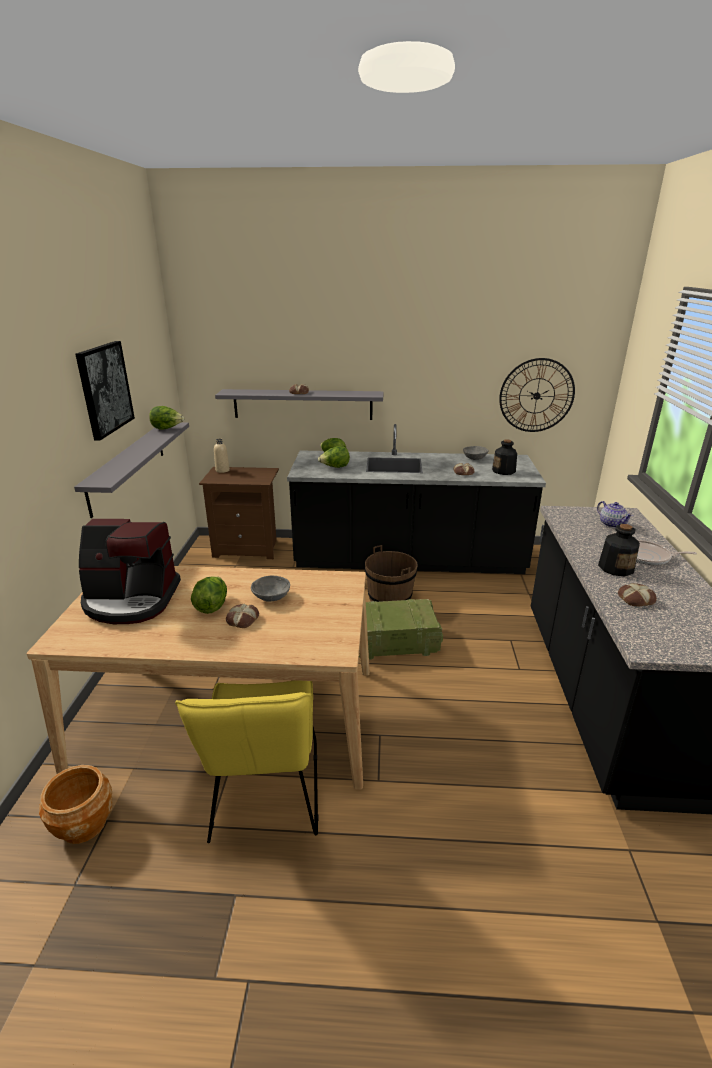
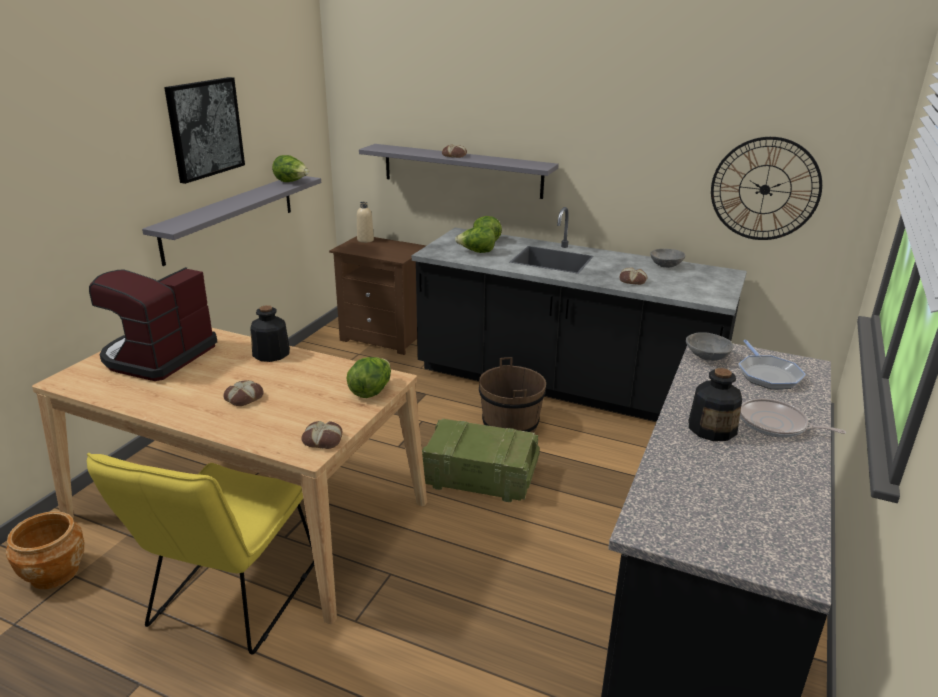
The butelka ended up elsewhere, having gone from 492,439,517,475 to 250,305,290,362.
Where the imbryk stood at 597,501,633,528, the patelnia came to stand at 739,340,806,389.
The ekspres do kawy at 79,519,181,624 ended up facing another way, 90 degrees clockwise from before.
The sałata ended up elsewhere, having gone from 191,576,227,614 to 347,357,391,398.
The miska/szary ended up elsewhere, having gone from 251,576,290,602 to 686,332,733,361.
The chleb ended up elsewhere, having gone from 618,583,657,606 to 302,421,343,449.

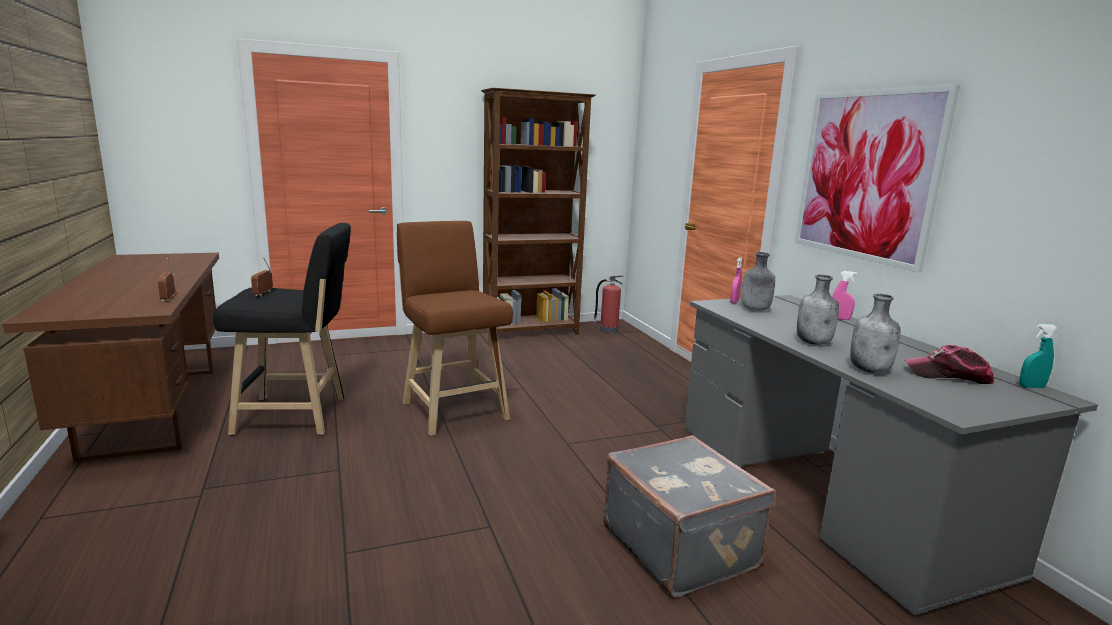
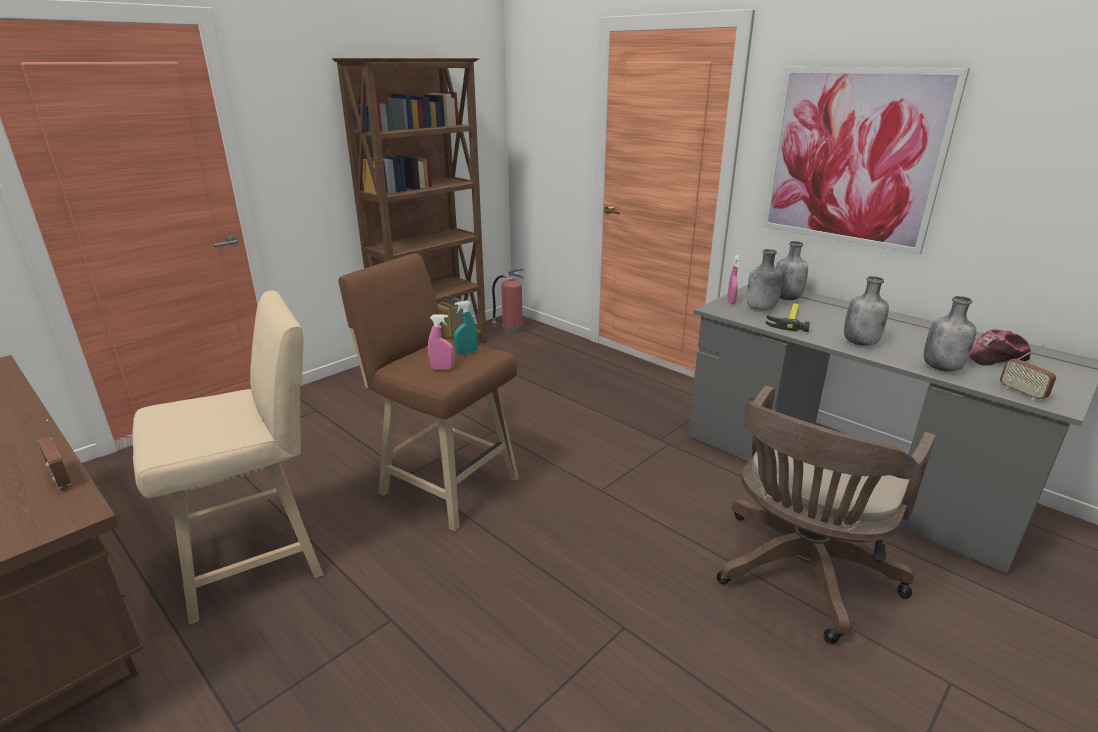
What was the stołek/czarny at 213,223,351,436 turned into the stołek/beżowy at 132,291,323,624.
The radio ended up elsewhere, having gone from 251,257,273,296 to 1000,344,1056,400.
The spryskiwacz/różowy ended up elsewhere, having gone from 832,271,857,320 to 428,314,454,370.
The spryskiwacz/turkusowy ended up elsewhere, having gone from 1019,324,1058,388 to 454,301,477,355.
Where the walizka/szary stood at 603,435,776,598, the krzesło biurowe/brązowy came to stand at 717,386,936,644.
The second view gained the butelka/szary at 776,241,808,300.
The second view gained the młotek at 766,303,810,332.

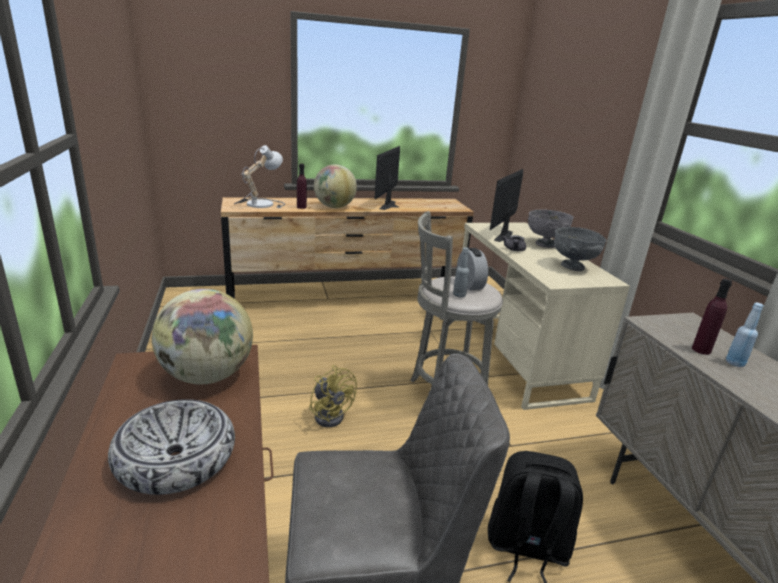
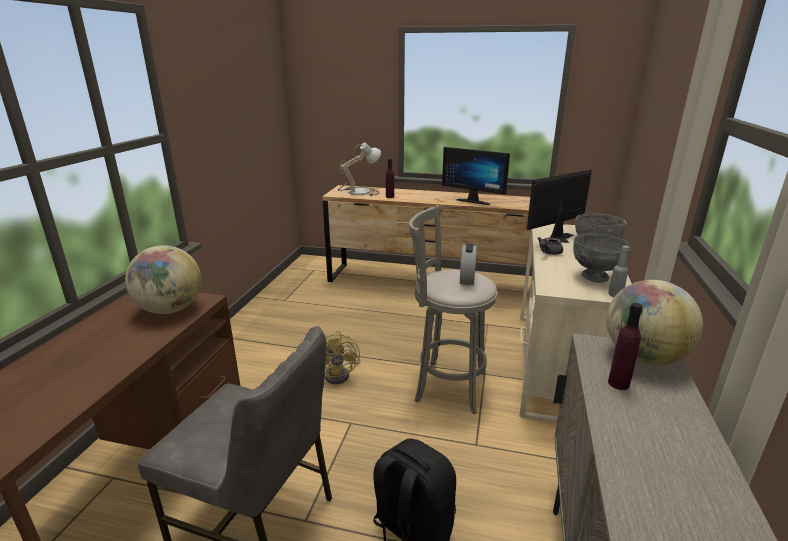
The monitor at 374,146,400,210 ended up facing another way, 105 degrees counterclockwise from before.
The globus ended up elsewhere, having gone from 314,164,357,208 to 606,280,703,365.
The butelka/szary ended up elsewhere, having gone from 453,247,469,298 to 608,246,629,297.
The second view lost the butelka/niebieski at 726,303,764,367.
The second view lost the miska at 108,399,235,495.

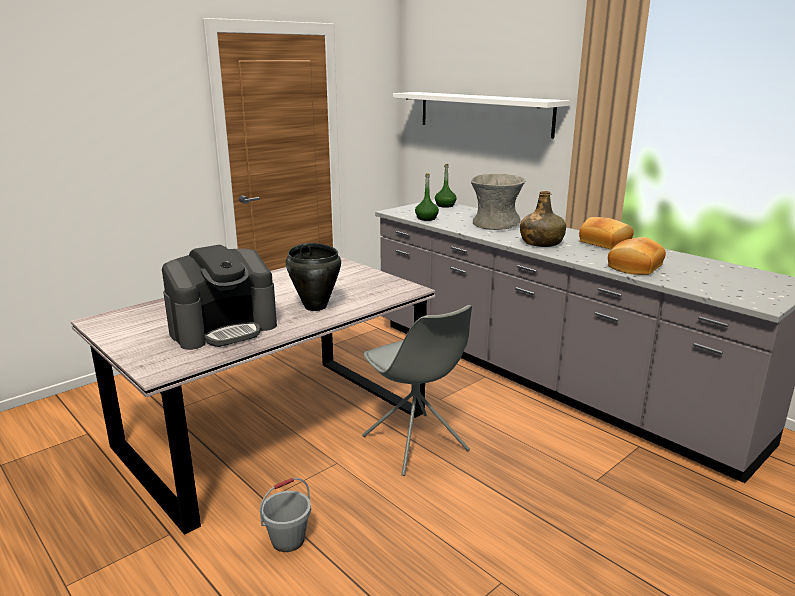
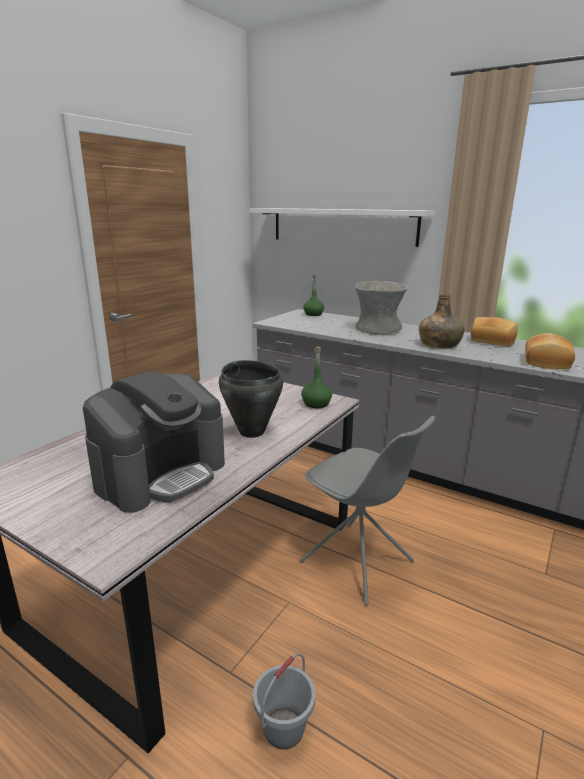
The butelka/zielony ended up elsewhere, having gone from 415,173,439,221 to 301,346,332,408.

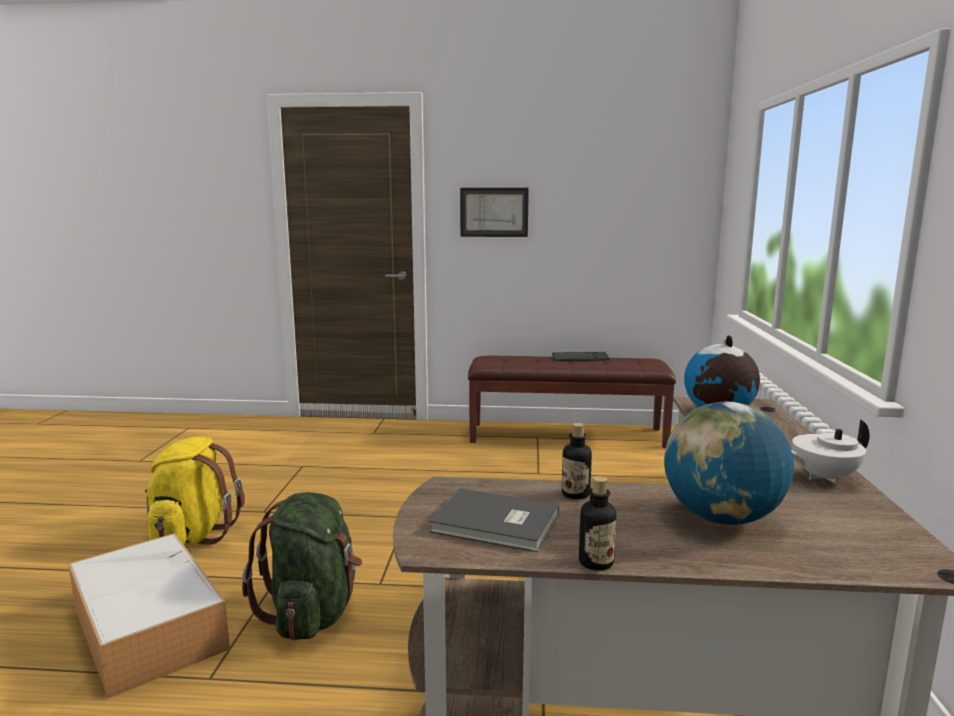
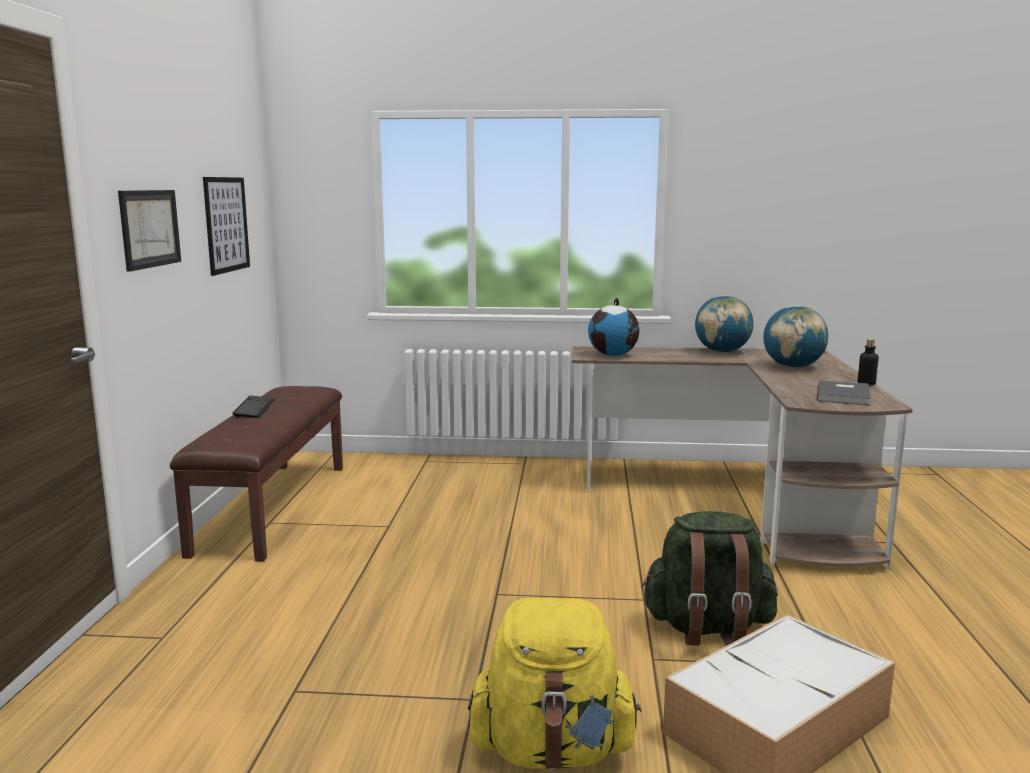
Where the imbryk/biały stood at 791,420,870,484, the globus came to stand at 695,295,753,352.
The second view lost the butelka at 562,423,592,499.
The second view gained the obraz at 203,177,250,276.

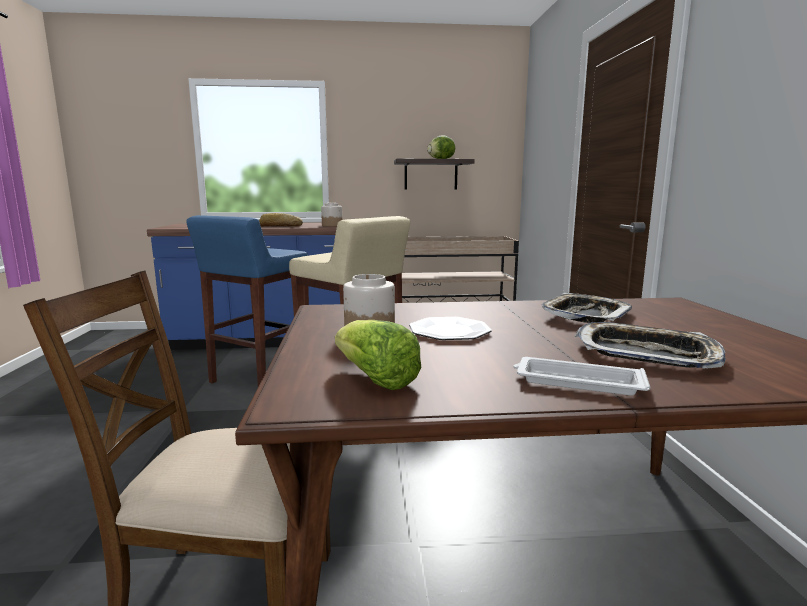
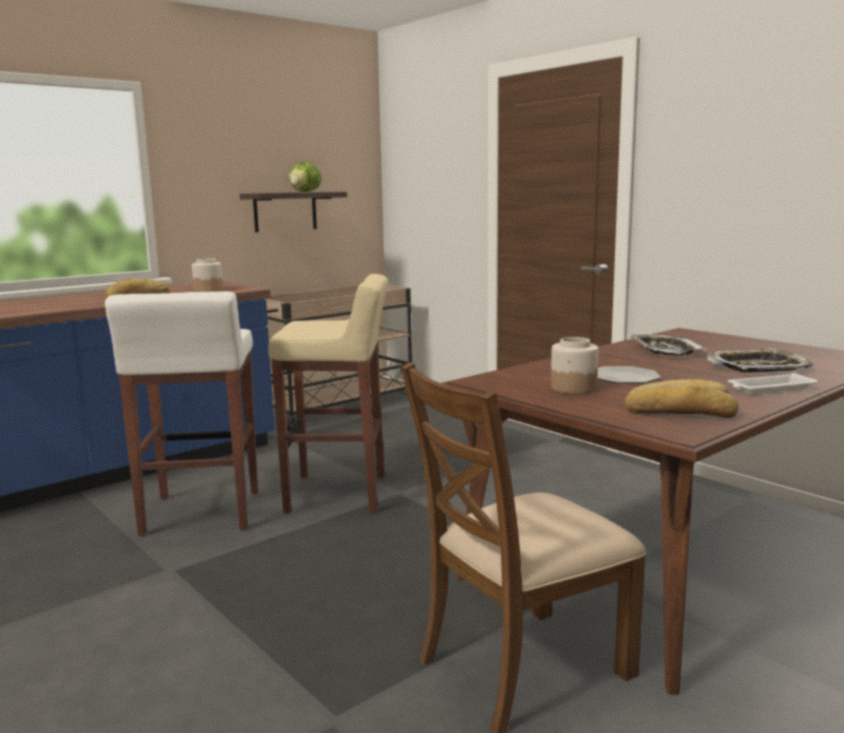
What was the stołek/niebieski at 186,215,309,387 turned into the stołek/biały at 105,291,258,535.
Where the sałata stood at 335,320,421,390, the chleb came to stand at 625,379,739,418.

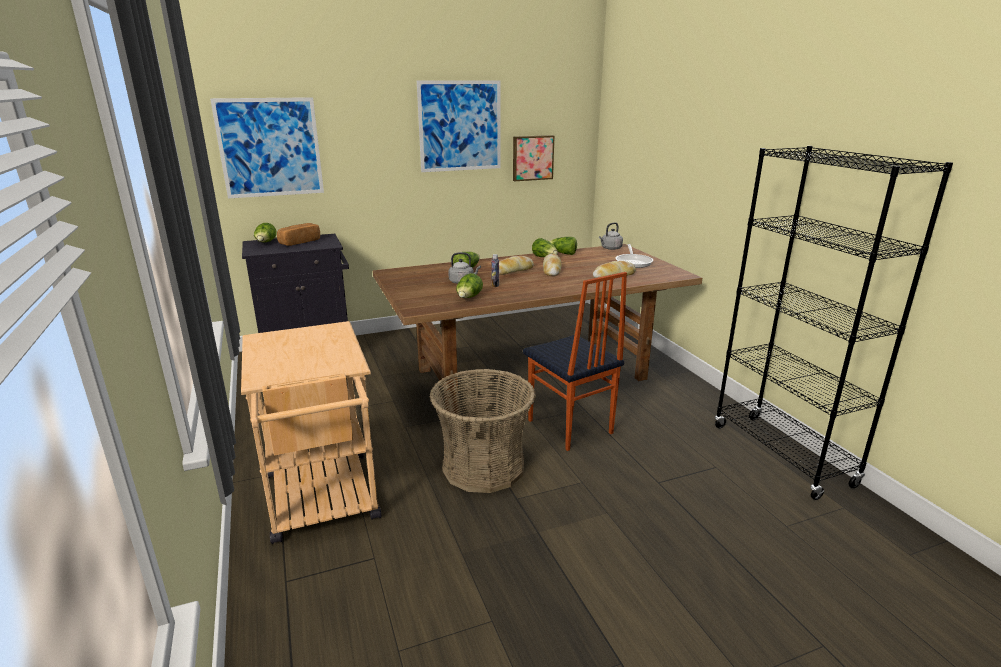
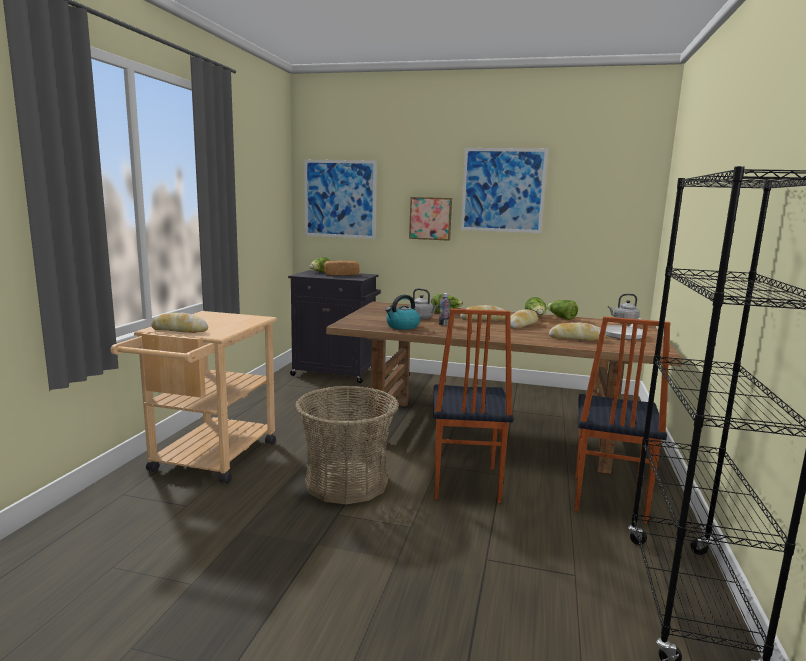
The obraz ended up elsewhere, having gone from 513,135,555,181 to 409,197,452,241.
Where the sałata stood at 456,273,483,298, the czajnik came to stand at 385,295,420,330.
The second view gained the chleb at 151,312,208,333.
The second view gained the krzesło at 575,316,670,524.

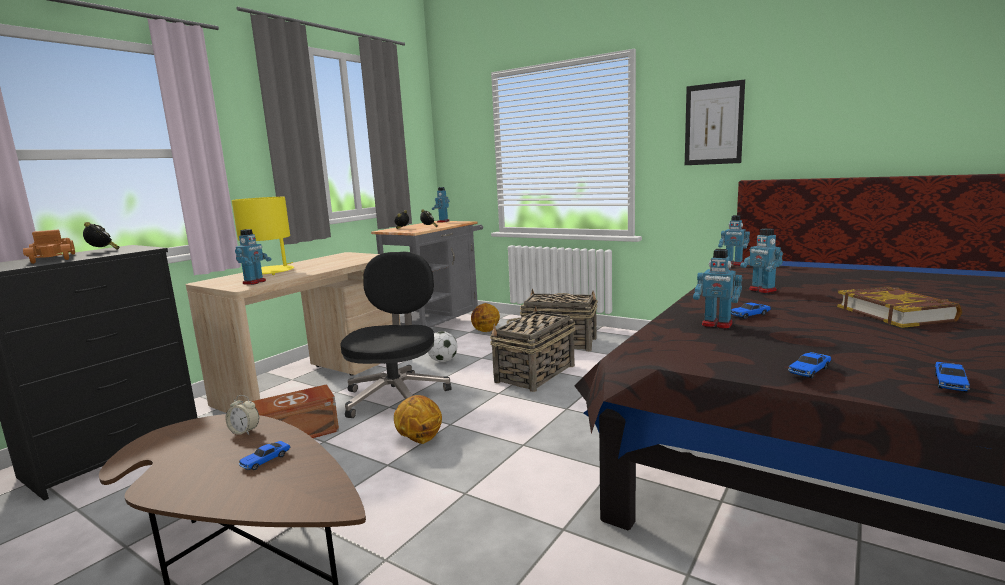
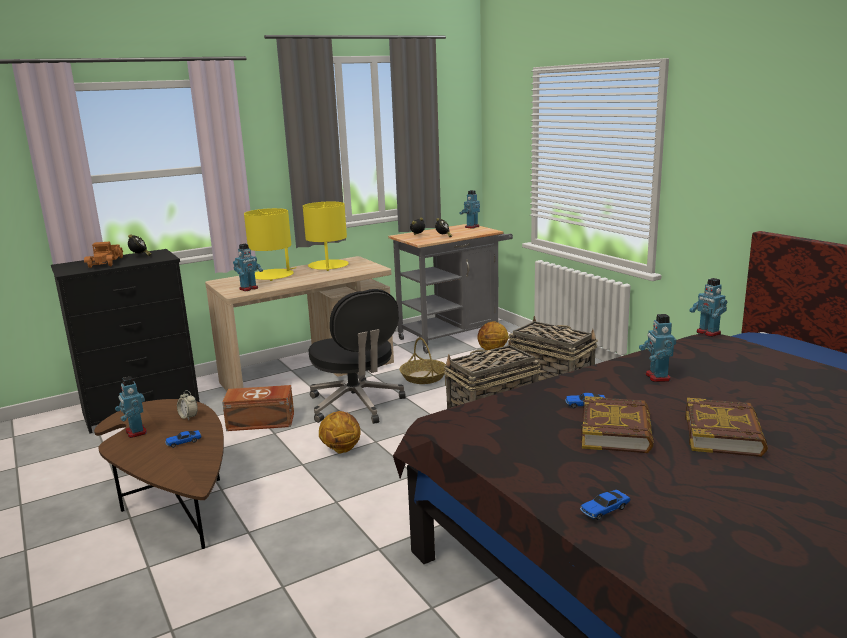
The second view lost the obraz at 685,79,745,165.
The robot zabawkowy ended up elsewhere, having gone from 693,249,742,329 to 115,376,147,438.
The krzesło biurowe/czarny at 340,251,452,418 ended up facing another way, 120 degrees clockwise from before.
Where the piłka futbolowa stood at 428,331,457,362, the koszyk came to stand at 399,337,446,384.
The second view lost the samochodzik at 788,352,831,379.
The second view gained the lampa stołowa/żółty at 303,201,349,271.
The second view gained the książka at 581,396,654,453.

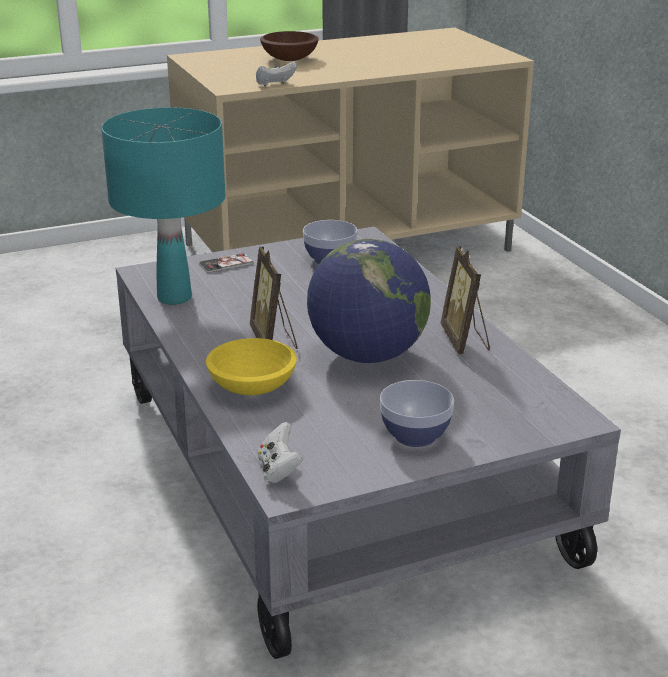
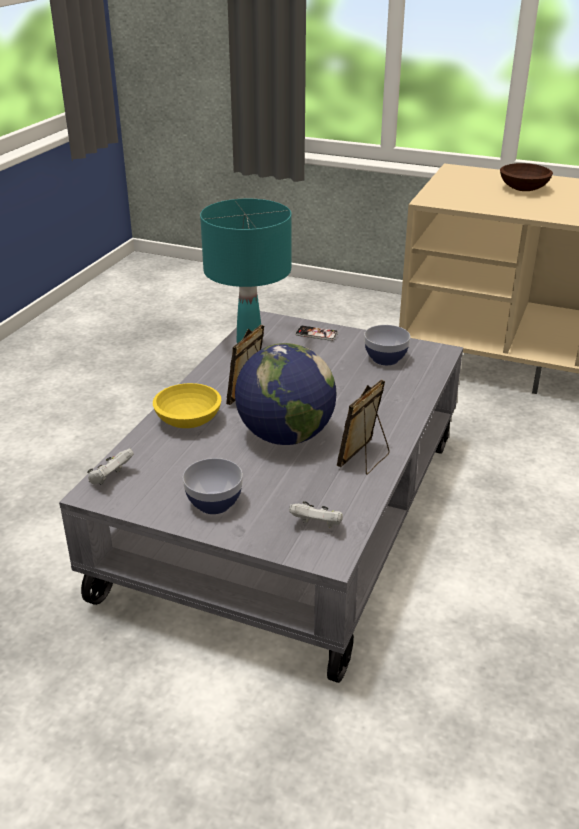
The pad do gier/biały ended up elsewhere, having gone from 256,62,297,86 to 289,501,343,528.

